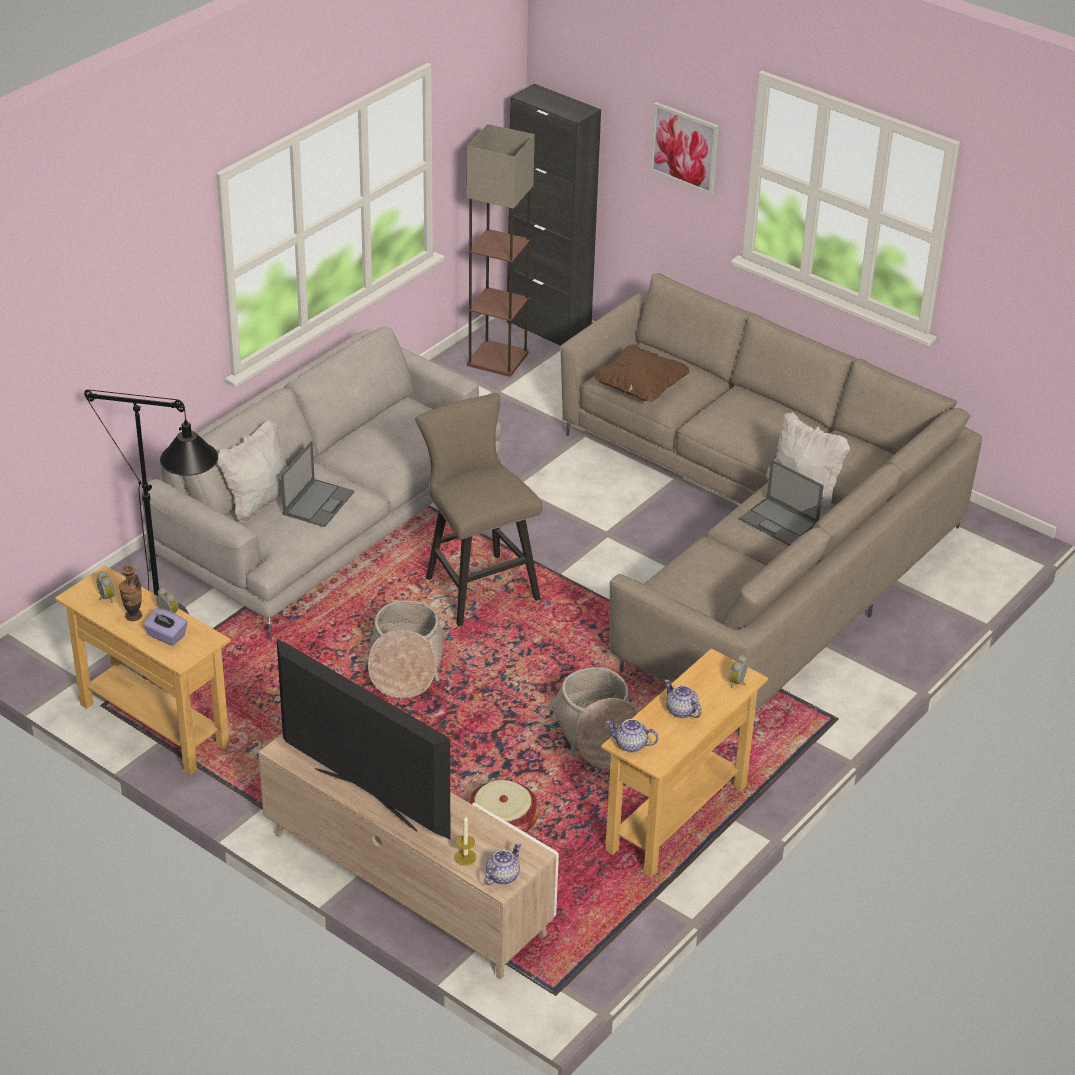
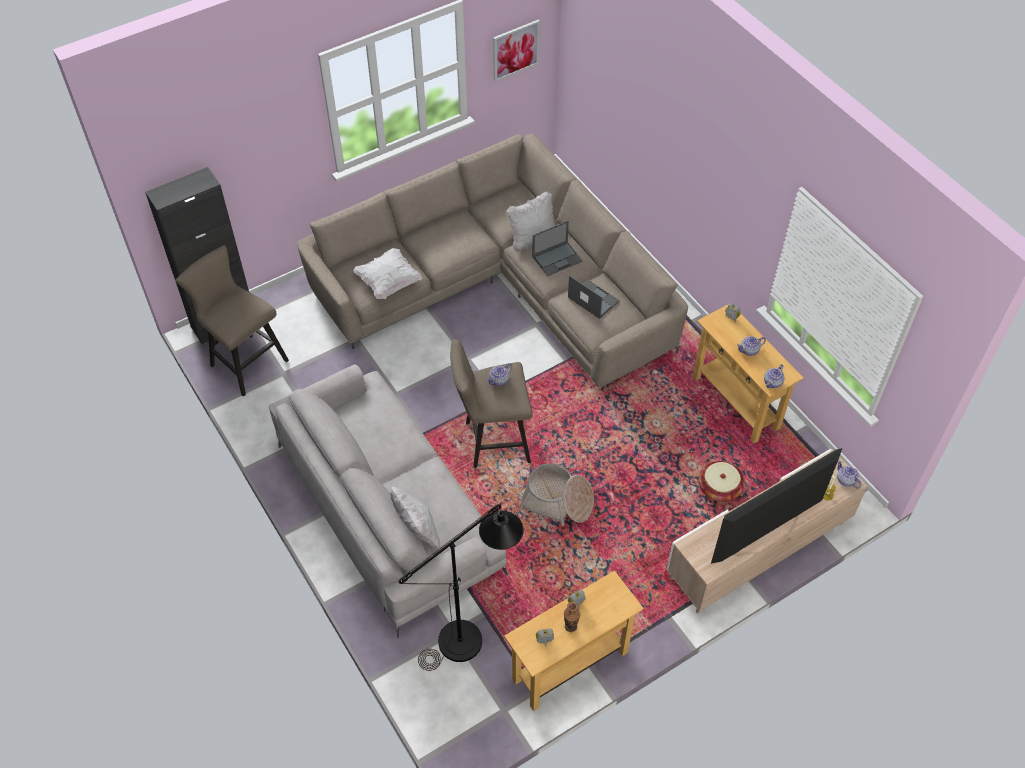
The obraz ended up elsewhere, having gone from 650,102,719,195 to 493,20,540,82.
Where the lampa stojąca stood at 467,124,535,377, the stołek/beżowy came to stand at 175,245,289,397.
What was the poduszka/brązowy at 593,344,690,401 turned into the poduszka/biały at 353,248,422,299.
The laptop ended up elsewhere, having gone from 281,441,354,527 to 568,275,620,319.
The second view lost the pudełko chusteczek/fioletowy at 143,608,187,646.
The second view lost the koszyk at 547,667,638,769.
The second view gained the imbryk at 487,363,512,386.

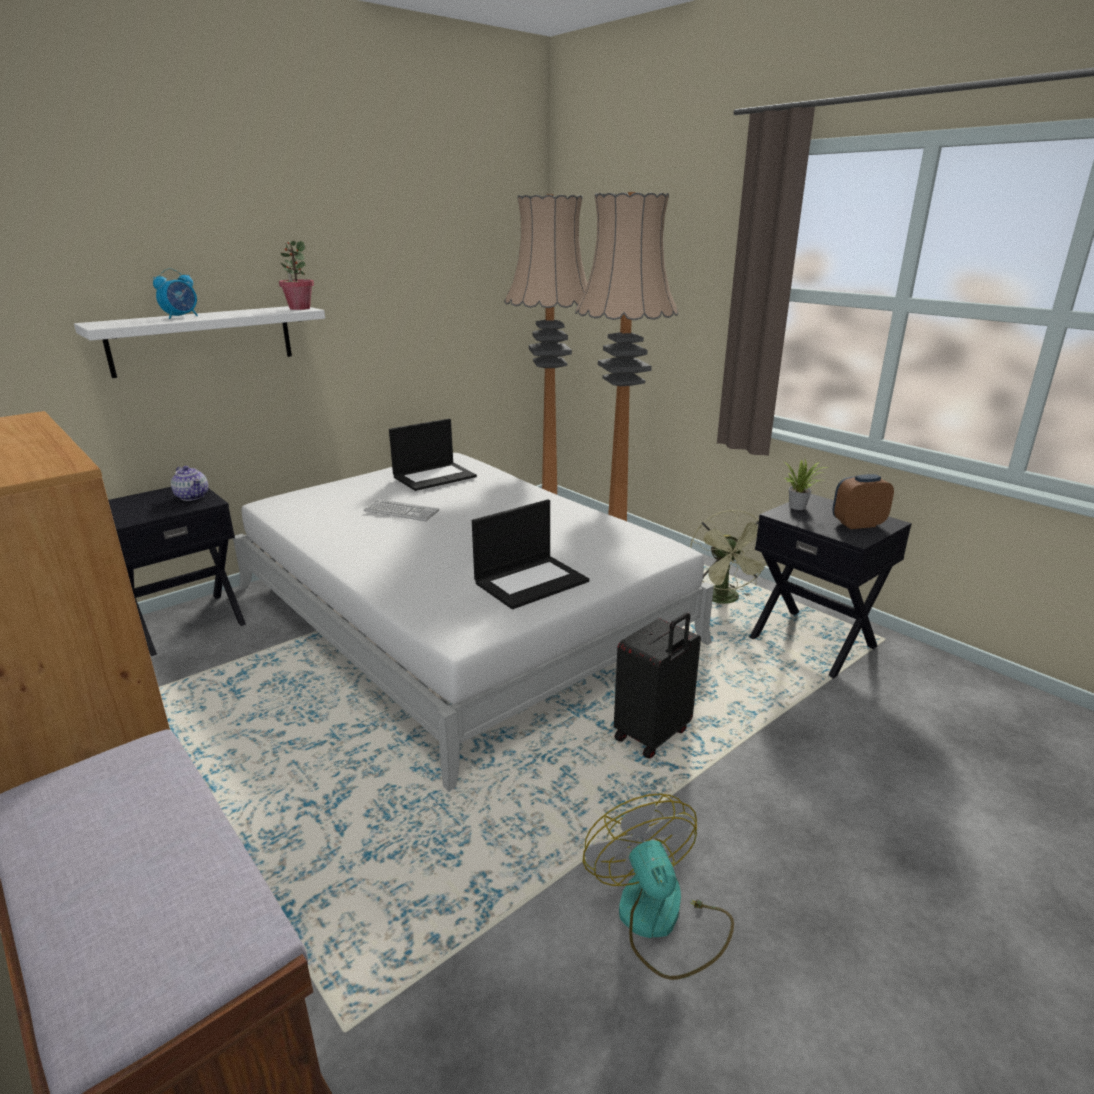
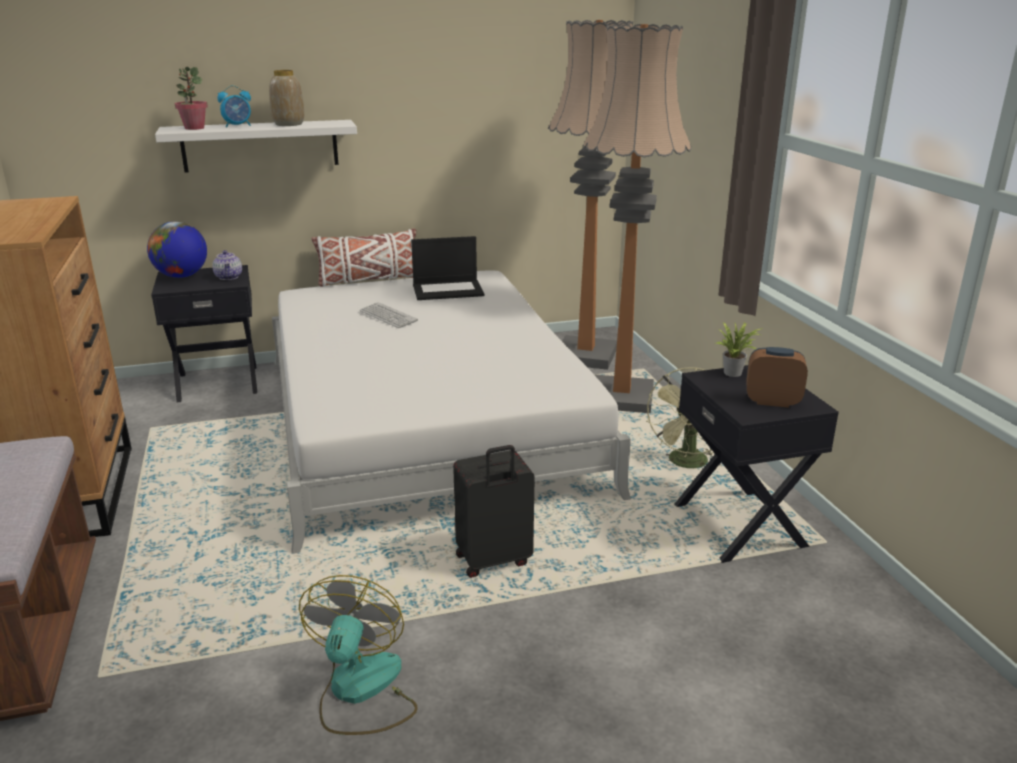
The roślina doniczkowa ended up elsewhere, having gone from 279,241,314,310 to 175,67,208,130.
The second view lost the laptop at 472,500,589,609.
The second view gained the wazon at 269,70,304,126.
The second view gained the globus at 147,221,207,278.
The second view gained the poduszka/biały at 312,228,416,287.

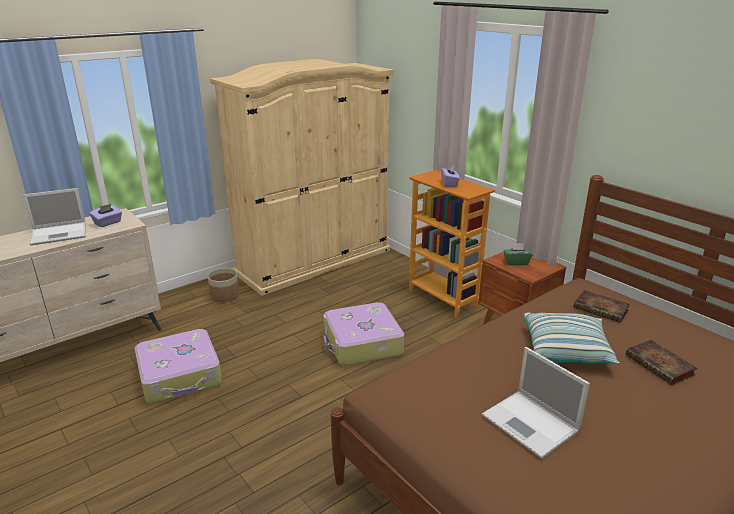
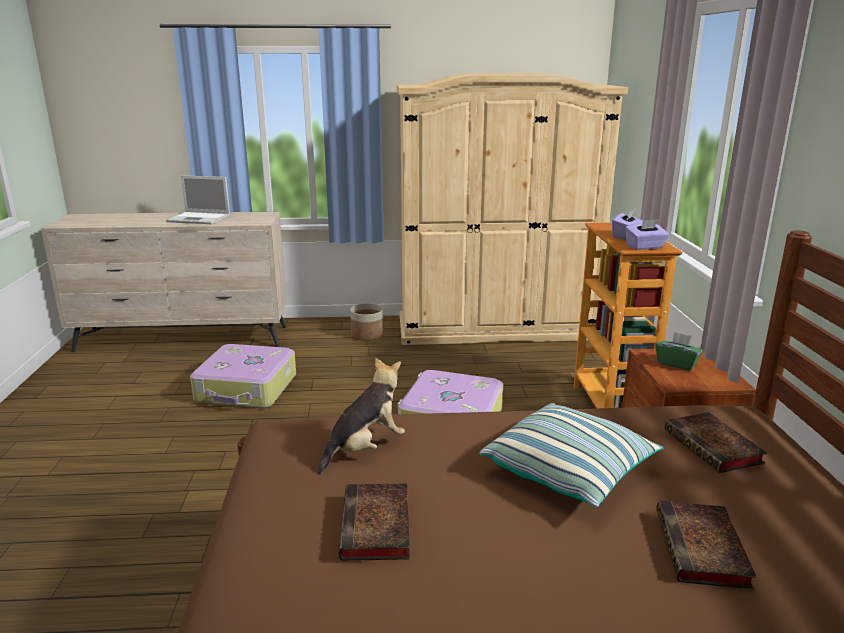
The pudełko chusteczek/fioletowy ended up elsewhere, having gone from 89,204,122,227 to 625,219,669,250.
Where the laptop stood at 482,347,590,459, the książka came to stand at 339,484,410,561.
The second view gained the pluszak at 318,357,405,474.

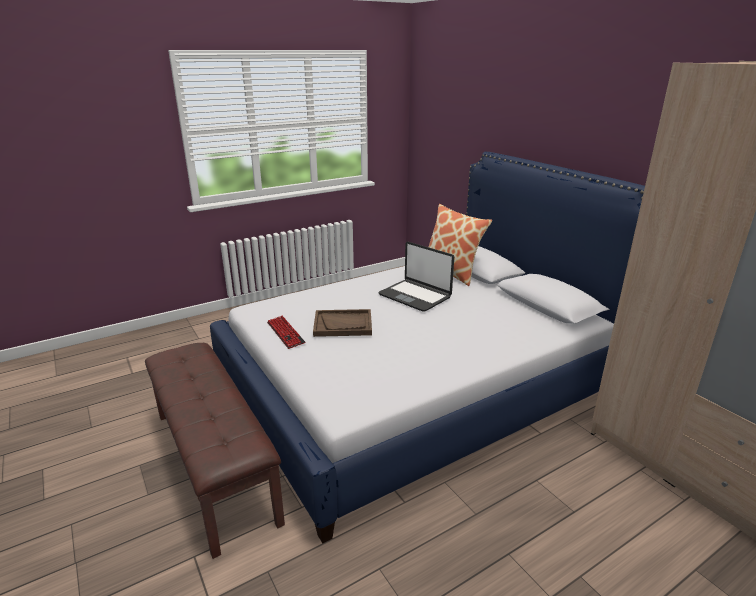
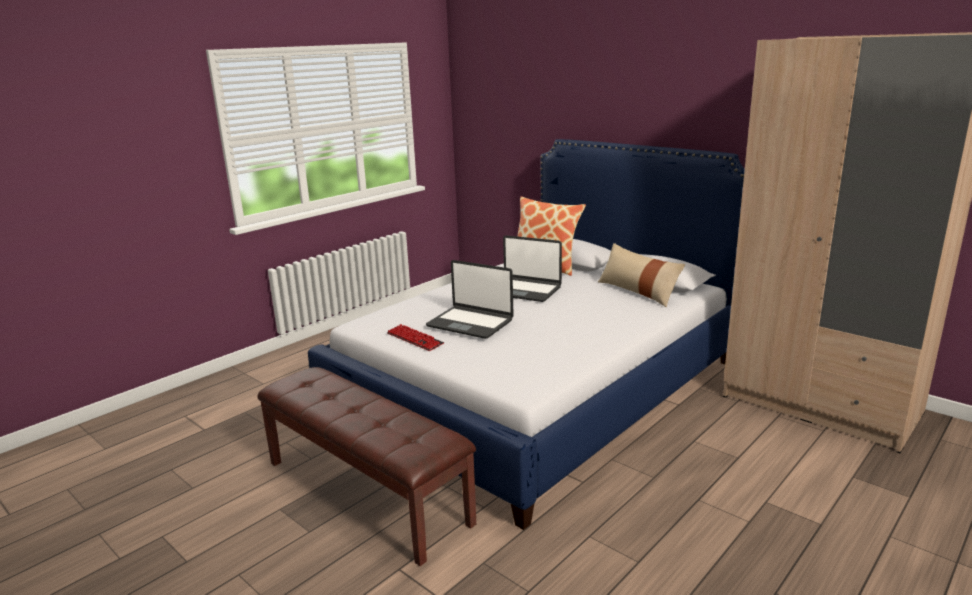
Where the taca/brązowy stood at 313,309,372,337, the laptop came to stand at 426,260,514,339.
The second view gained the poduszka/beżowy at 598,243,685,307.

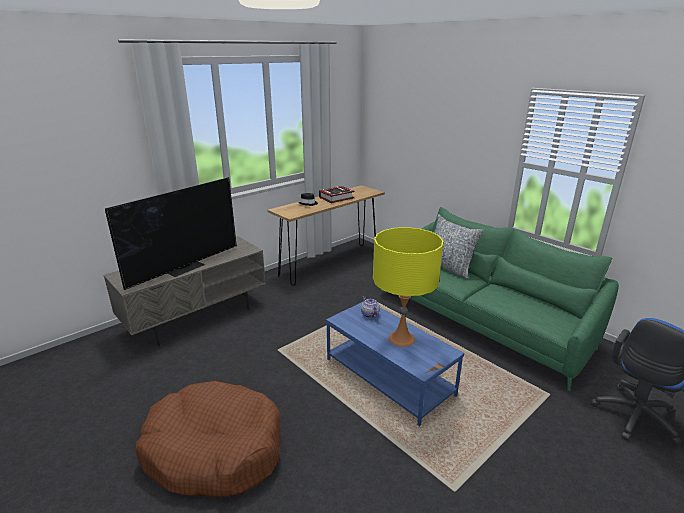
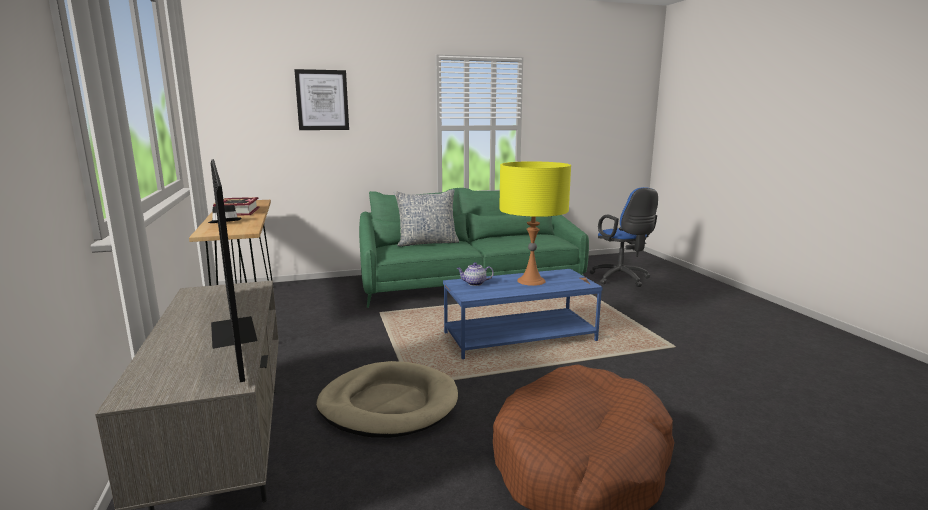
The second view gained the obraz at 294,69,349,130.
The second view gained the legowisko/beżowy at 316,361,458,438.

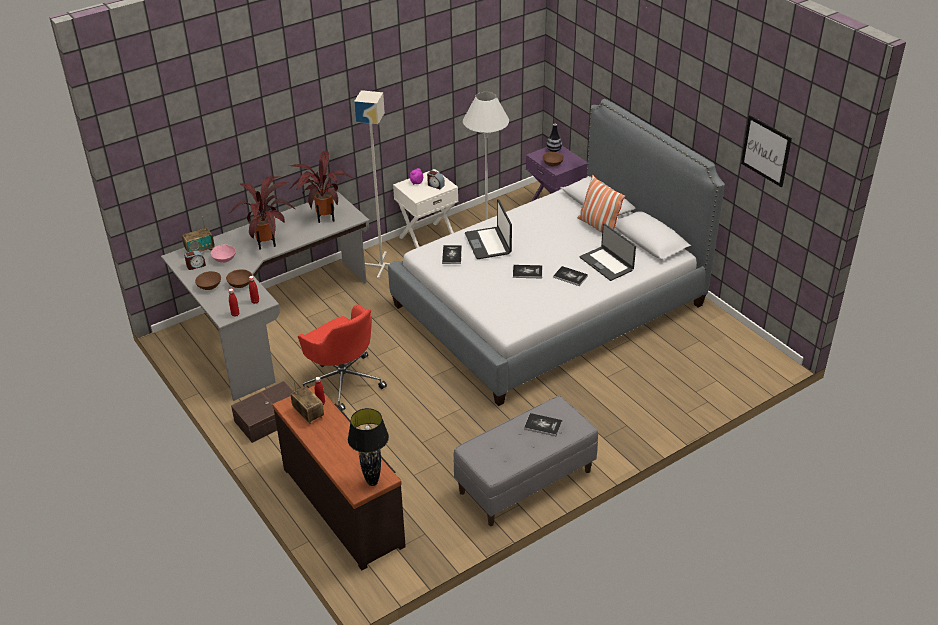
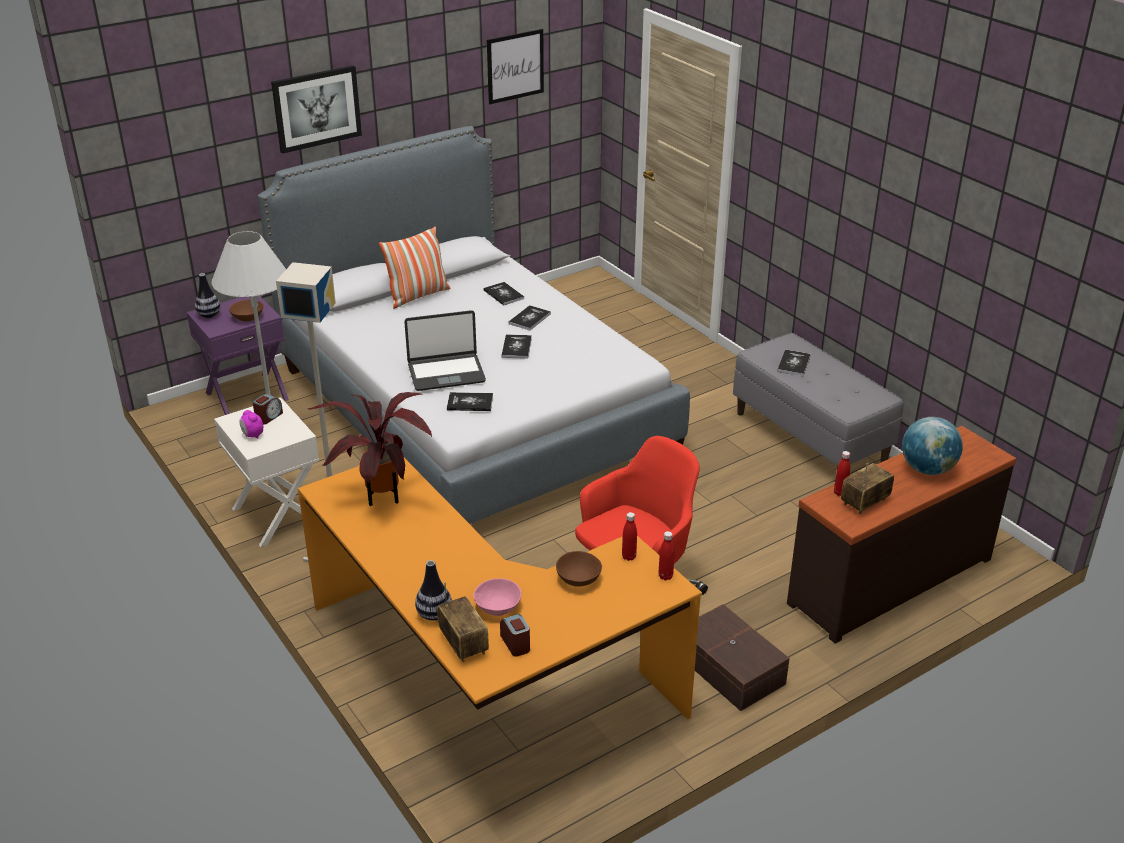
The second view lost the roślina doniczkowa at 230,176,296,249.
What was the biurko/szary at 161,192,369,401 turned into the biurko/pomarańczowy at 298,458,702,720.
Where the laptop stood at 580,223,636,281, the książka came to stand at 483,282,524,306.
The second view lost the miska/brązowy at 195,271,221,290.
The second view lost the lampa stołowa/czarny at 348,408,389,486.
The second view gained the obraz at 271,65,362,154.
The second view gained the globus at 902,417,963,475.
The second view gained the wazon at 415,560,452,621.

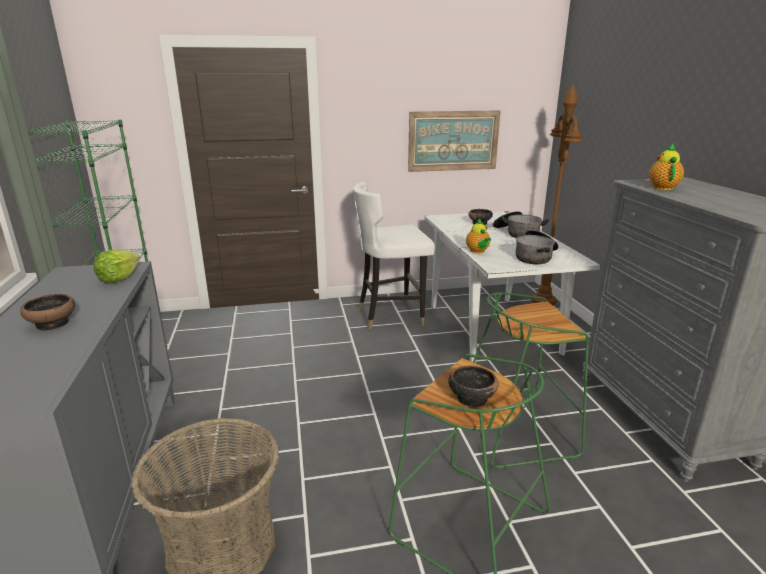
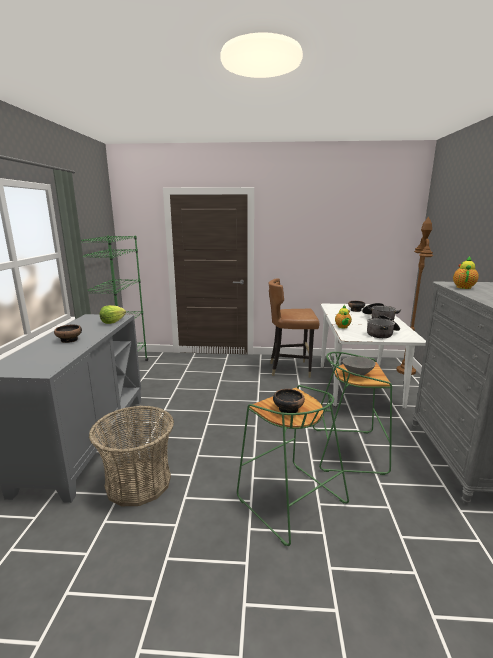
The second view lost the obraz at 408,110,501,172.
What was the krzesło/biały at 353,182,435,330 turned into the krzesło/brązowy at 269,278,319,378.
The second view gained the miska/szary at 342,356,376,376.

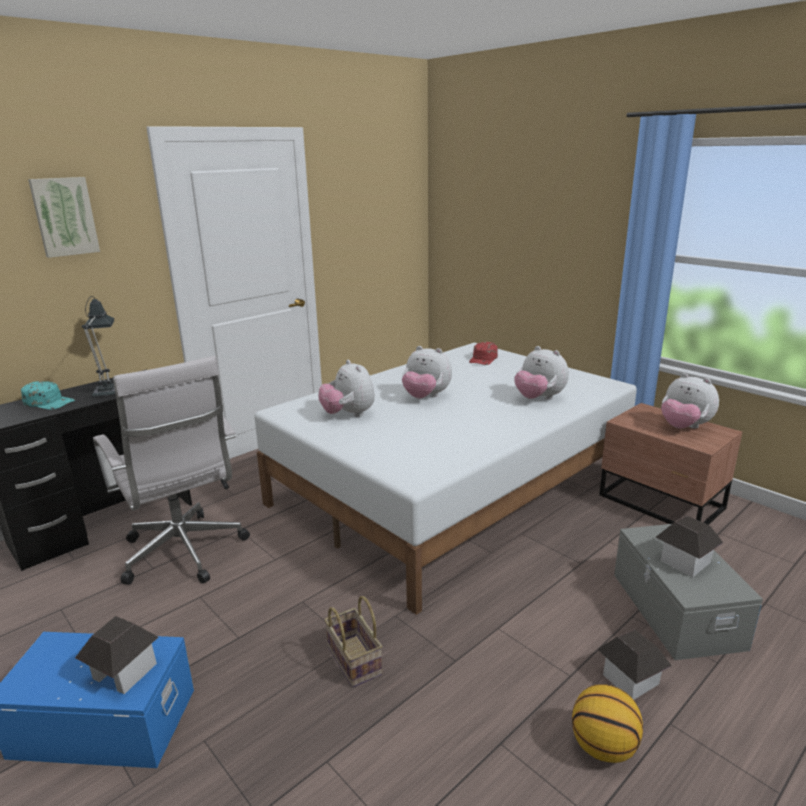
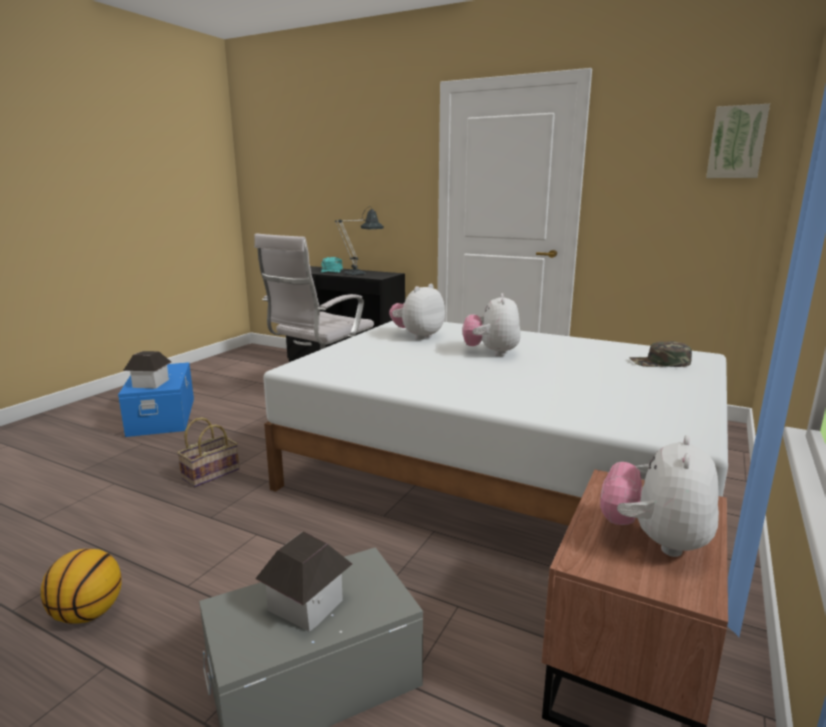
The obraz ended up elsewhere, having gone from 28,177,100,258 to 706,104,770,178.
What was the czapka z daszkiem/czerwony at 469,342,498,365 turned into the czapka z daszkiem/zielony at 630,341,692,367.
The second view lost the pluszak at 514,346,569,400.
The second view lost the domek at 597,630,672,700.

